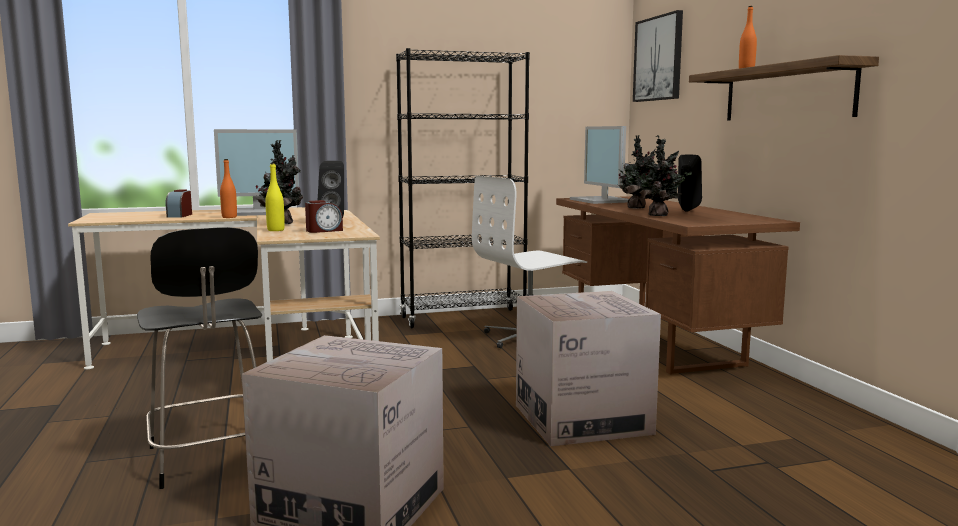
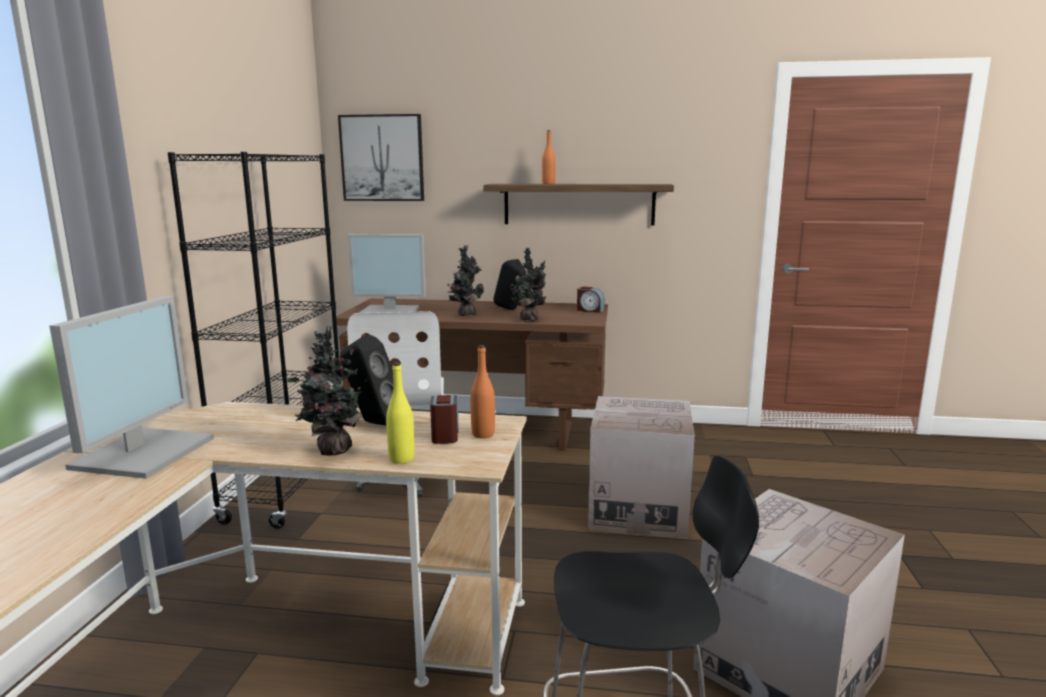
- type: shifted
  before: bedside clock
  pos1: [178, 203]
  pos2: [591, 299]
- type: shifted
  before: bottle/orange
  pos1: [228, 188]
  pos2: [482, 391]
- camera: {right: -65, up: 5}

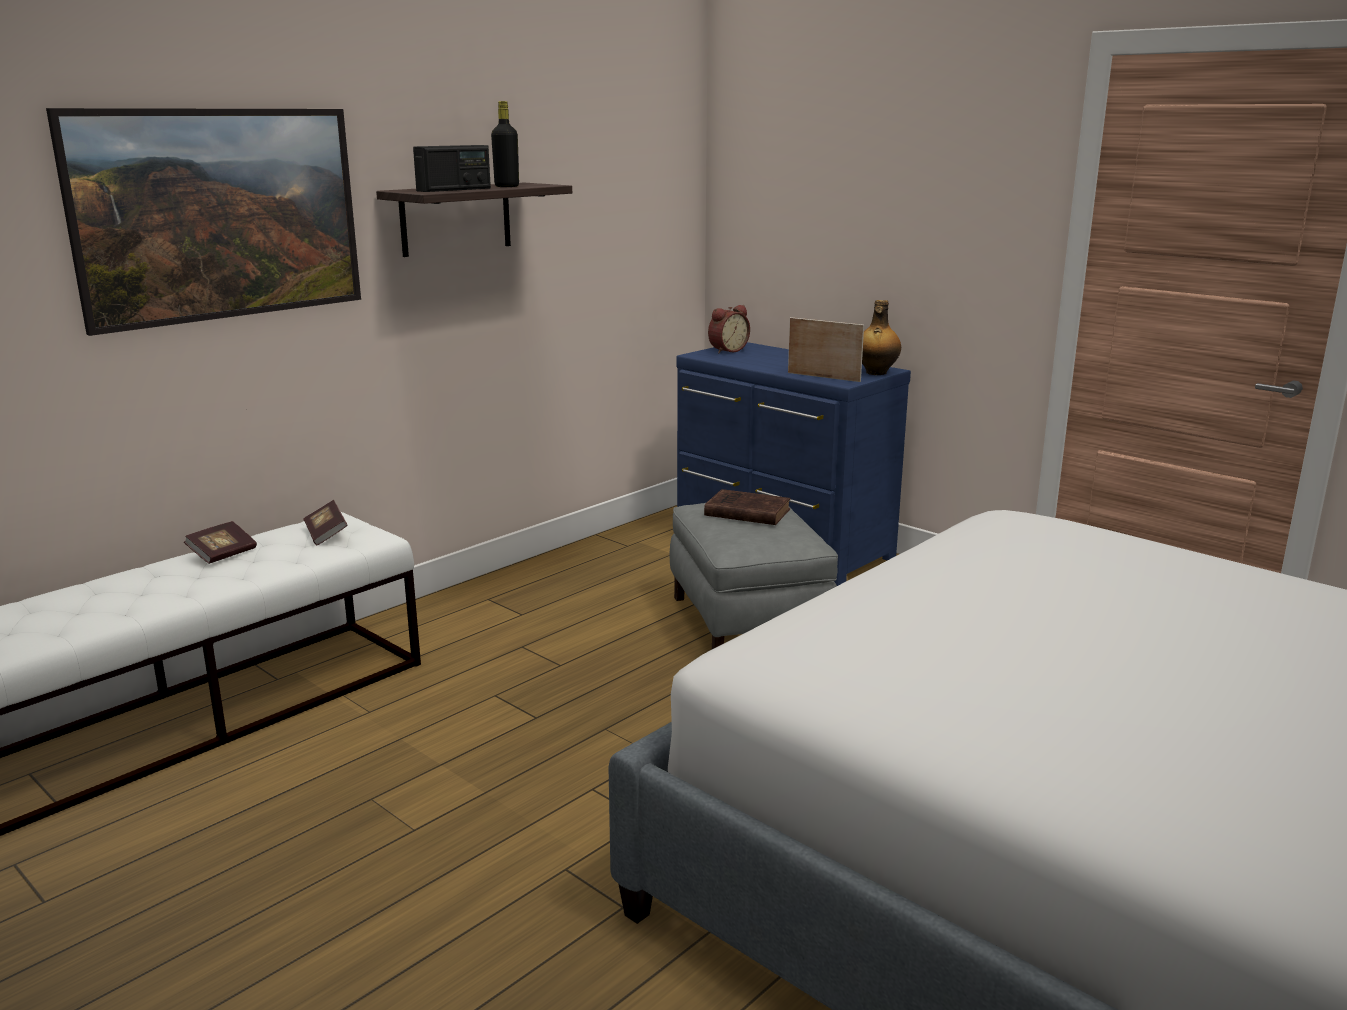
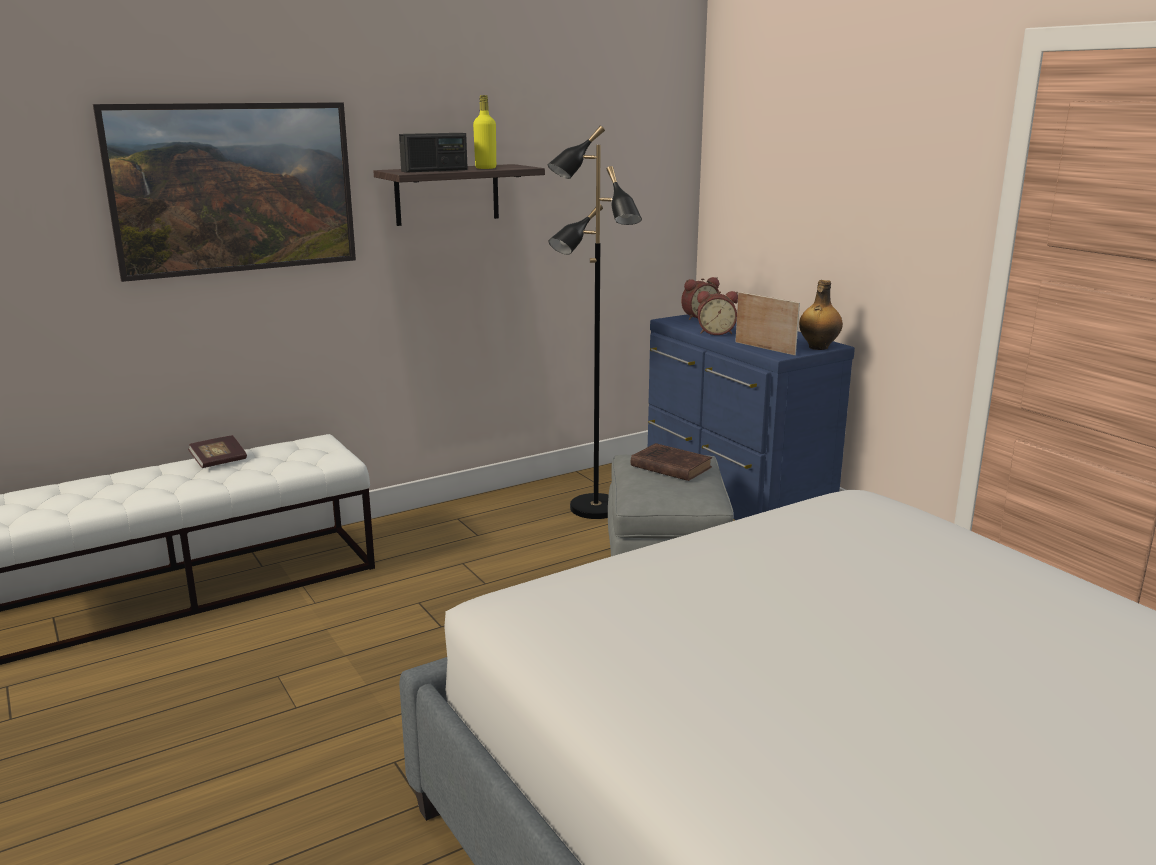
- type: gone
  before: book
  pos1: [325, 522]
- type: repainted
  before: bottle/black-coloured
  after: bottle/yellow
  pos1: [505, 144]
  pos2: [484, 132]
- type: new
  after: standing lamp/black-coloured
  pos2: [595, 322]
- type: new
  after: bedside clock
  pos2: [717, 313]
- camera: {right: 15, up: 0}

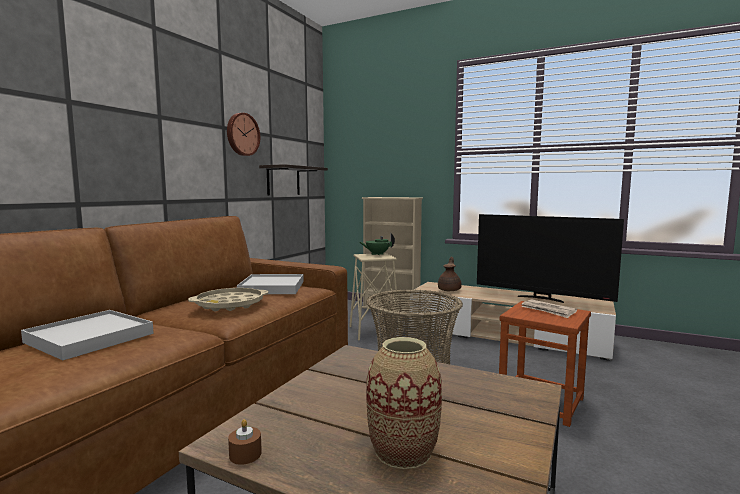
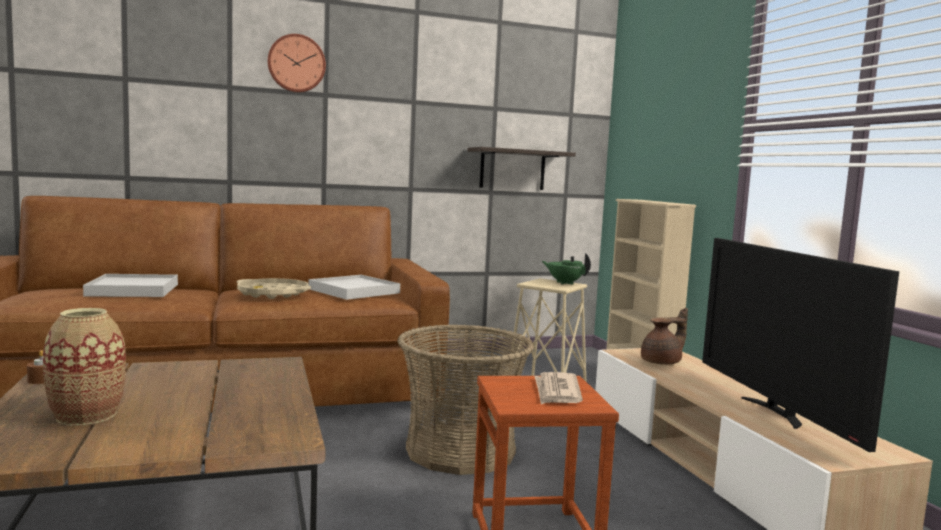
- type: shifted
  before: hanging clock
  pos1: [243, 134]
  pos2: [297, 63]
- camera: {right: 45, up: 0}

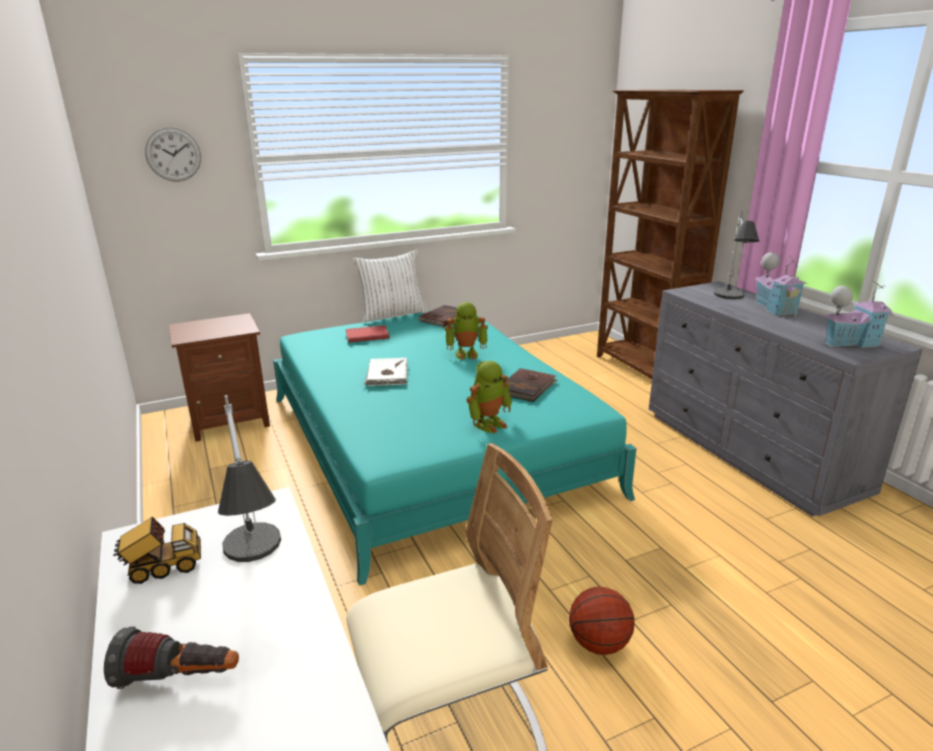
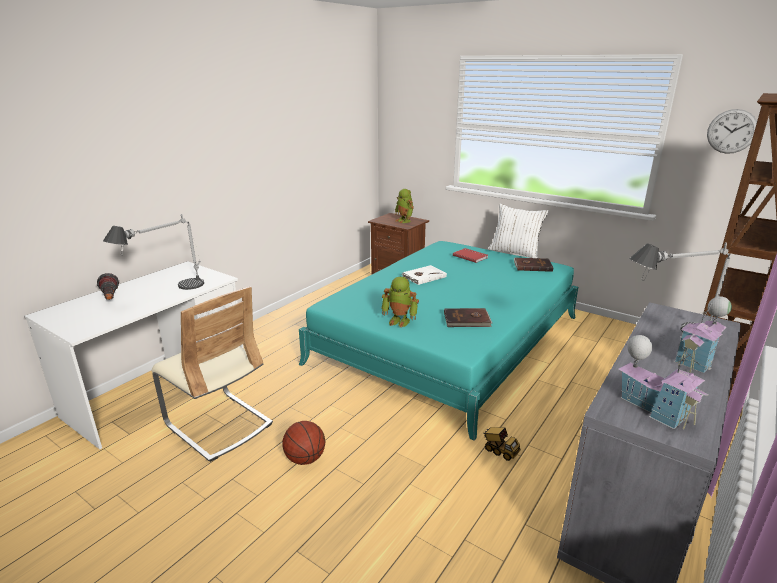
- type: shifted
  before: toy lorry
  pos1: [157, 550]
  pos2: [501, 444]
- type: shifted
  before: hanging clock
  pos1: [173, 154]
  pos2: [732, 131]
- type: shifted
  before: toy robot
  pos1: [466, 331]
  pos2: [404, 206]
- camera: {right: 60, up: 0}

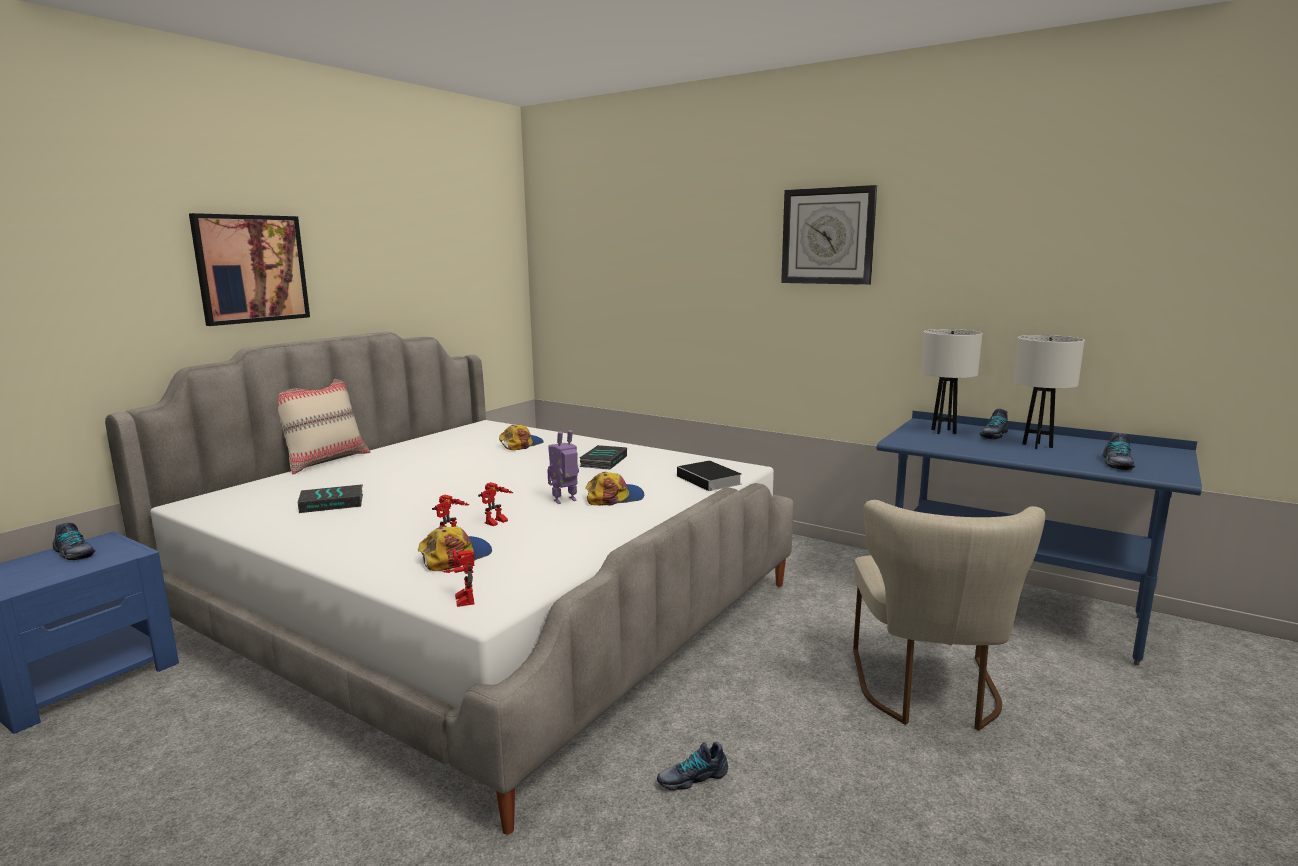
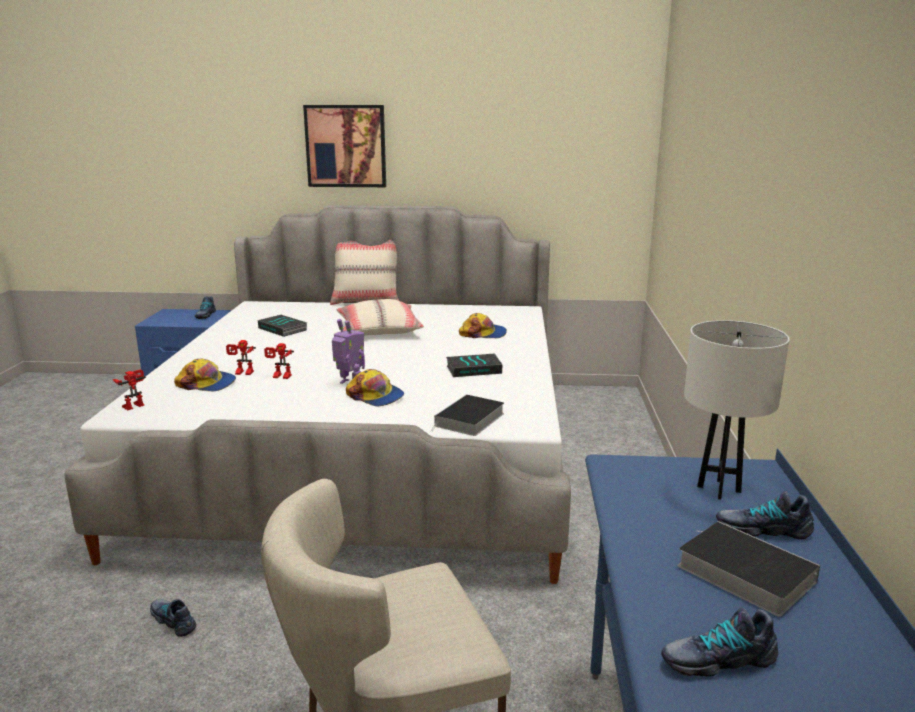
- type: gone
  before: hanging clock
  pos1: [829, 235]
- type: swapped
  before: lamp for a table/white
  after: book
  pos1: [1049, 392]
  pos2: [748, 569]
- type: new
  after: pillow/beige-coloured
  pos2: [380, 317]
- camera: {right: 60, up: 5}

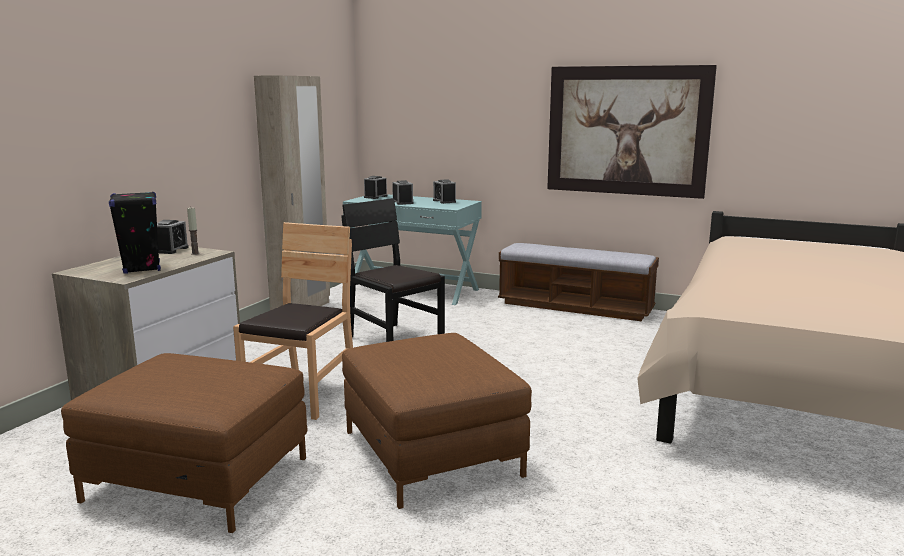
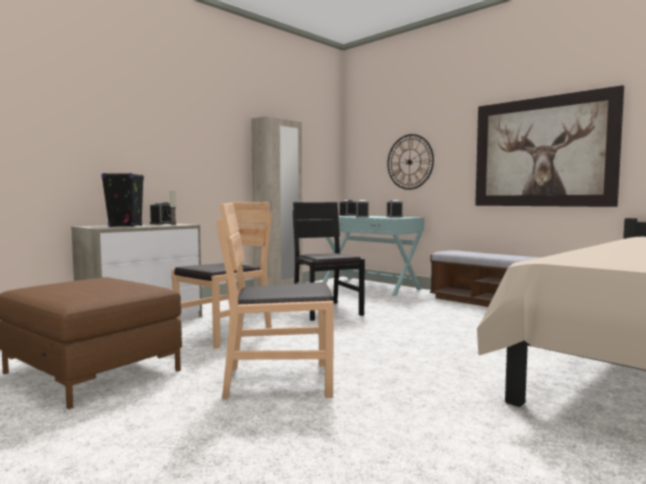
- type: swapped
  before: ottoman/brown-coloured
  after: upright chair/brown-coloured
  pos1: [437, 421]
  pos2: [275, 301]
- type: new
  after: hanging clock
  pos2: [410, 162]
- camera: {right: 20, up: -10}

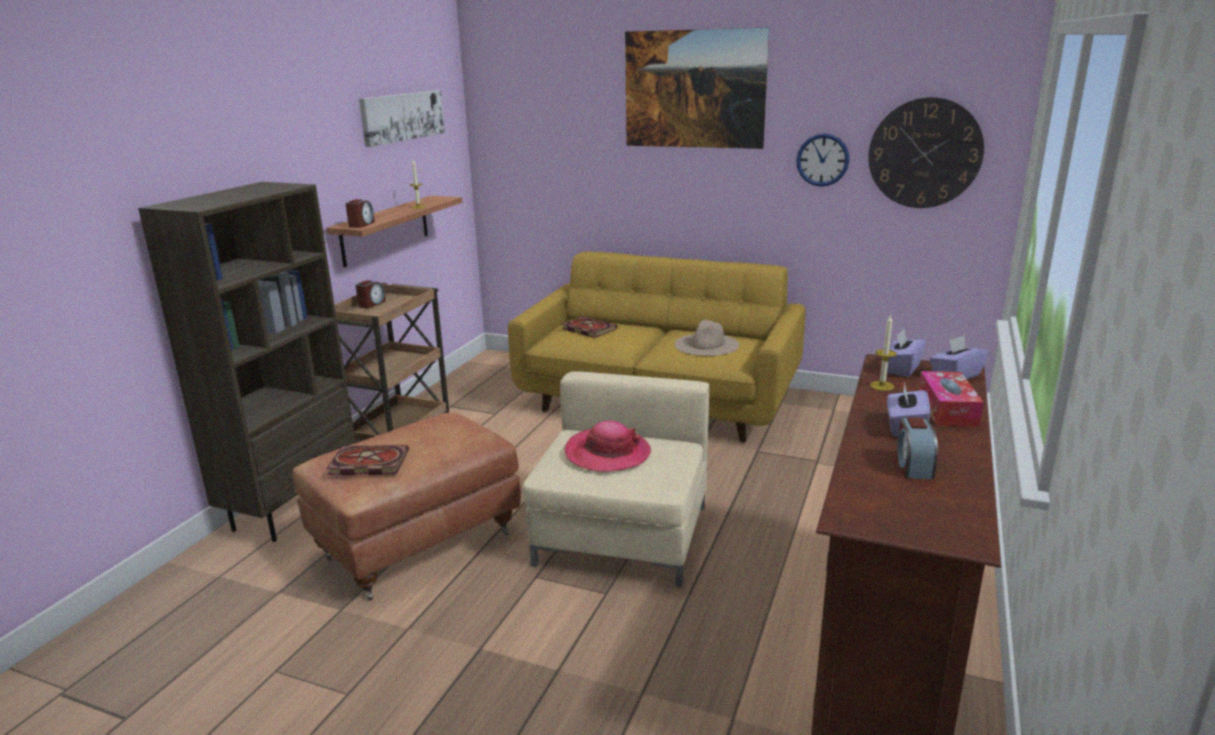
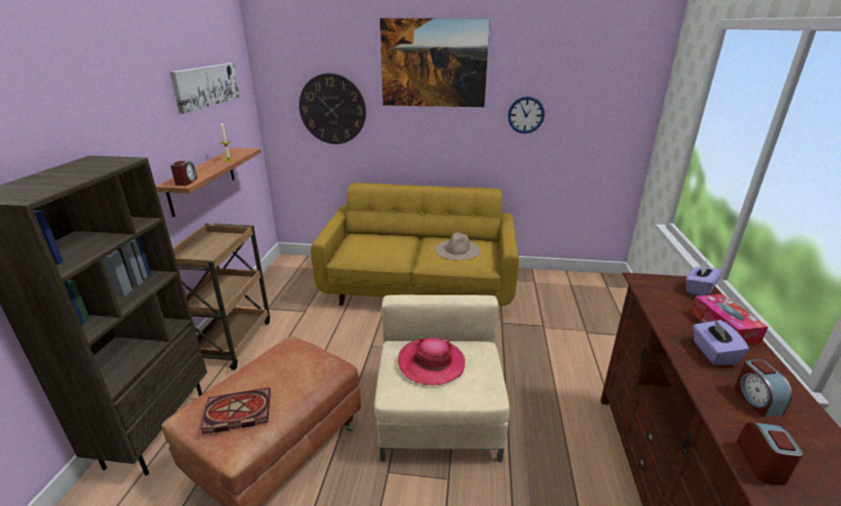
- type: shifted
  before: bedside clock
  pos1: [371, 294]
  pos2: [770, 453]
- type: gone
  before: book
  pos1: [589, 327]
- type: shifted
  before: hanging clock
  pos1: [926, 152]
  pos2: [332, 108]
- type: gone
  before: wax candle
  pos1: [883, 352]
- type: gone
  before: tissue box/purple
  pos1: [903, 353]
- camera: {right: -15, up: 5}

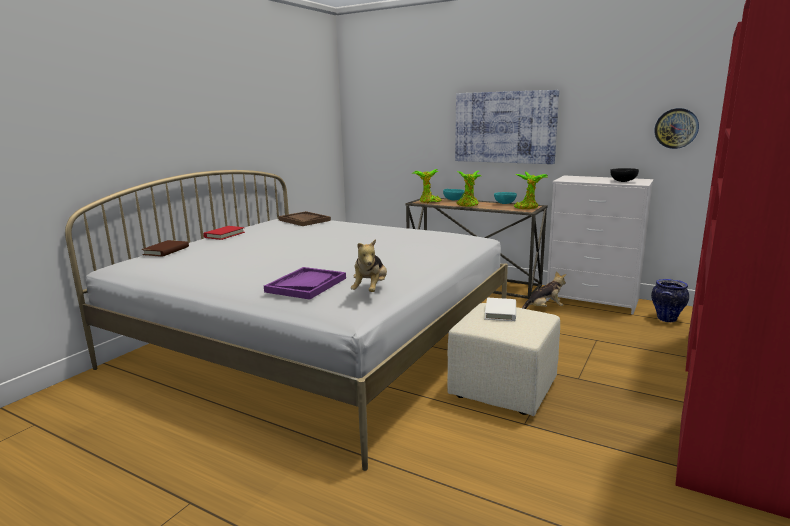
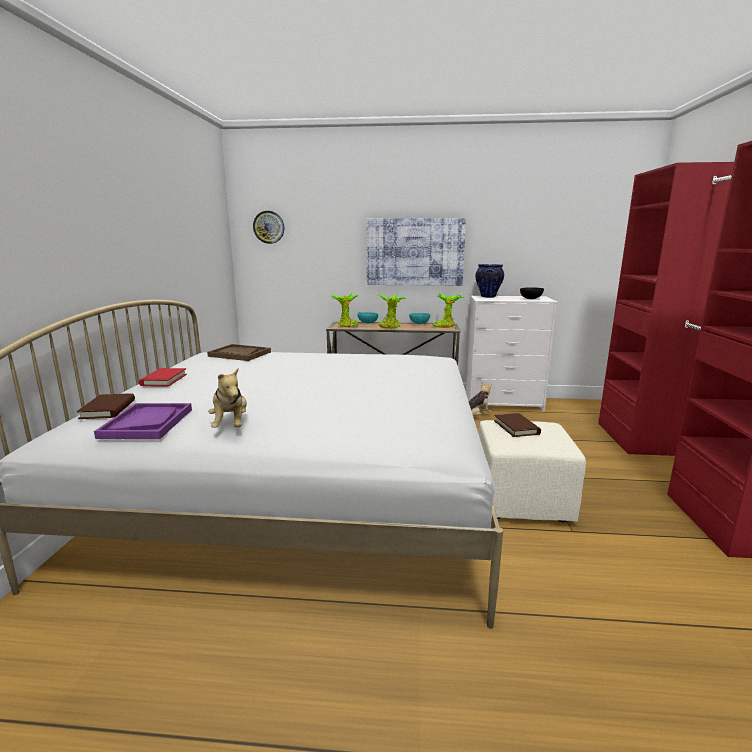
- type: shifted
  before: tray/purple
  pos1: [305, 283]
  pos2: [143, 421]
- type: shifted
  before: cuddly toy
  pos1: [369, 265]
  pos2: [227, 398]
- type: repainted
  before: book/white
  after: book/brown-coloured
  pos1: [500, 309]
  pos2: [517, 425]
- type: shifted
  before: flower vase
  pos1: [670, 300]
  pos2: [489, 281]
- type: shifted
  before: hanging clock
  pos1: [676, 128]
  pos2: [268, 227]
- camera: {right: -25, up: 0}

